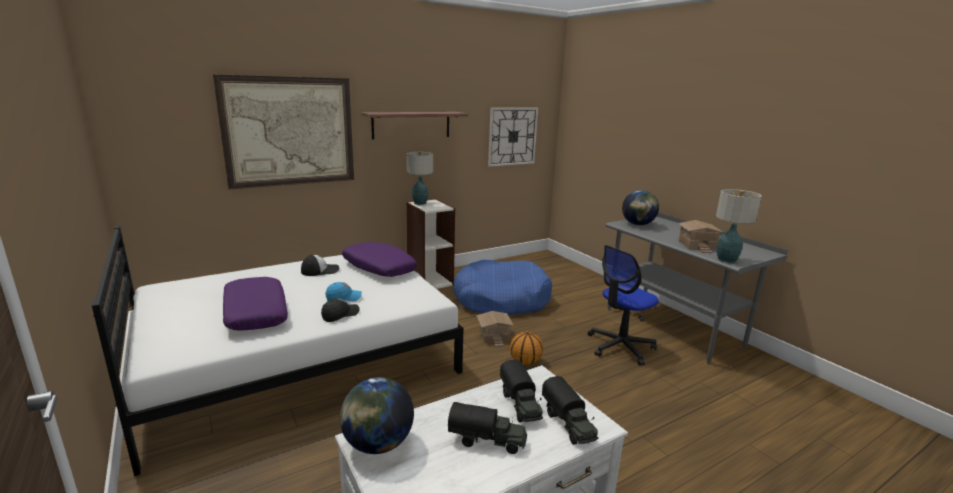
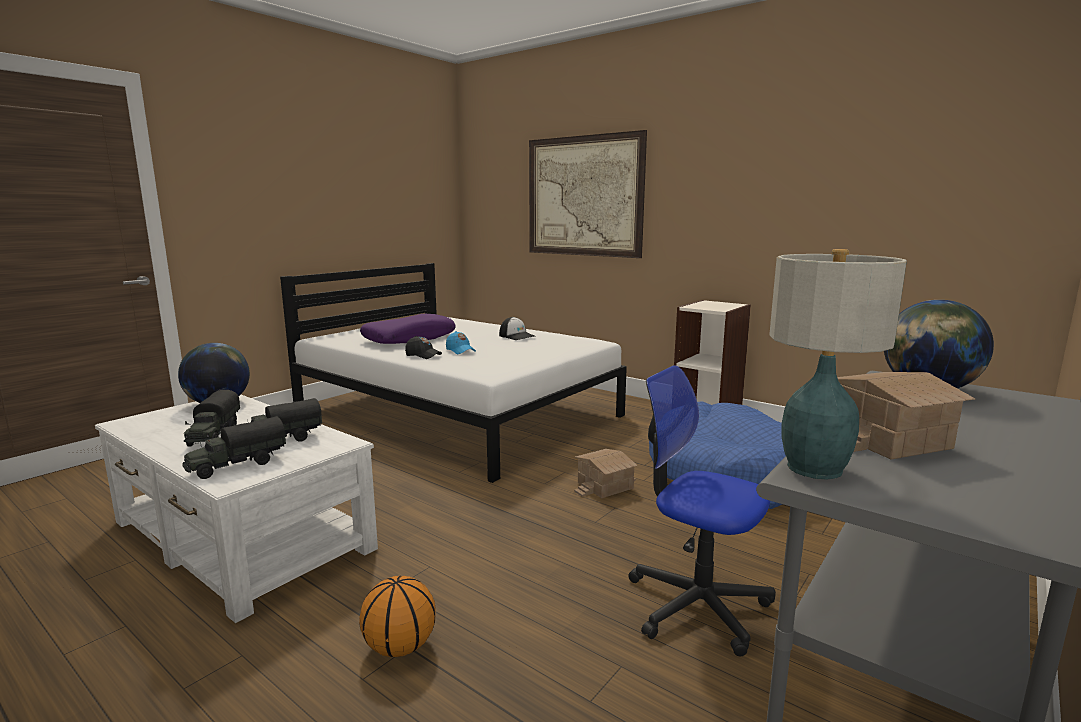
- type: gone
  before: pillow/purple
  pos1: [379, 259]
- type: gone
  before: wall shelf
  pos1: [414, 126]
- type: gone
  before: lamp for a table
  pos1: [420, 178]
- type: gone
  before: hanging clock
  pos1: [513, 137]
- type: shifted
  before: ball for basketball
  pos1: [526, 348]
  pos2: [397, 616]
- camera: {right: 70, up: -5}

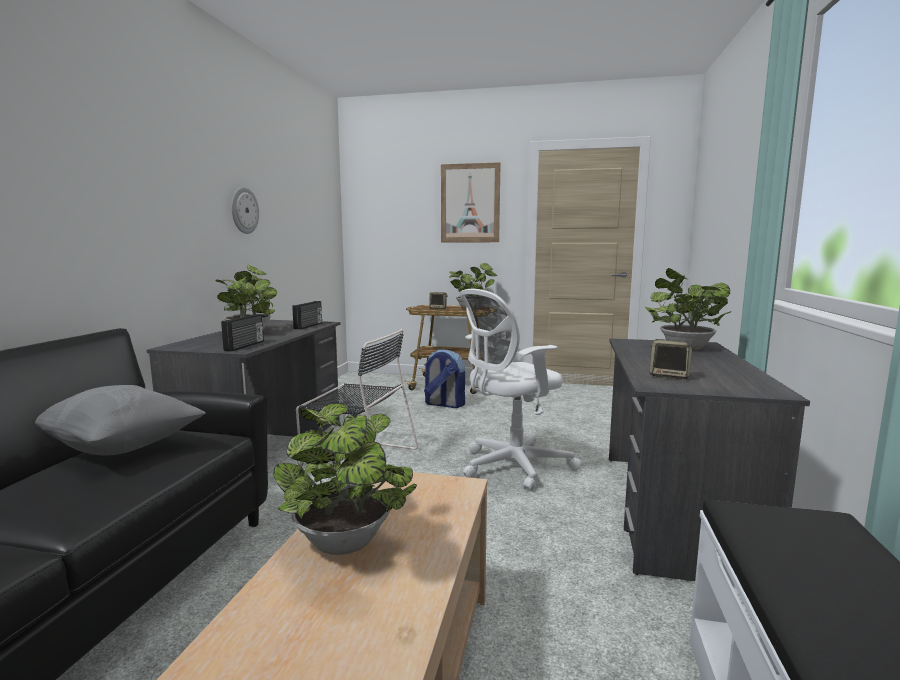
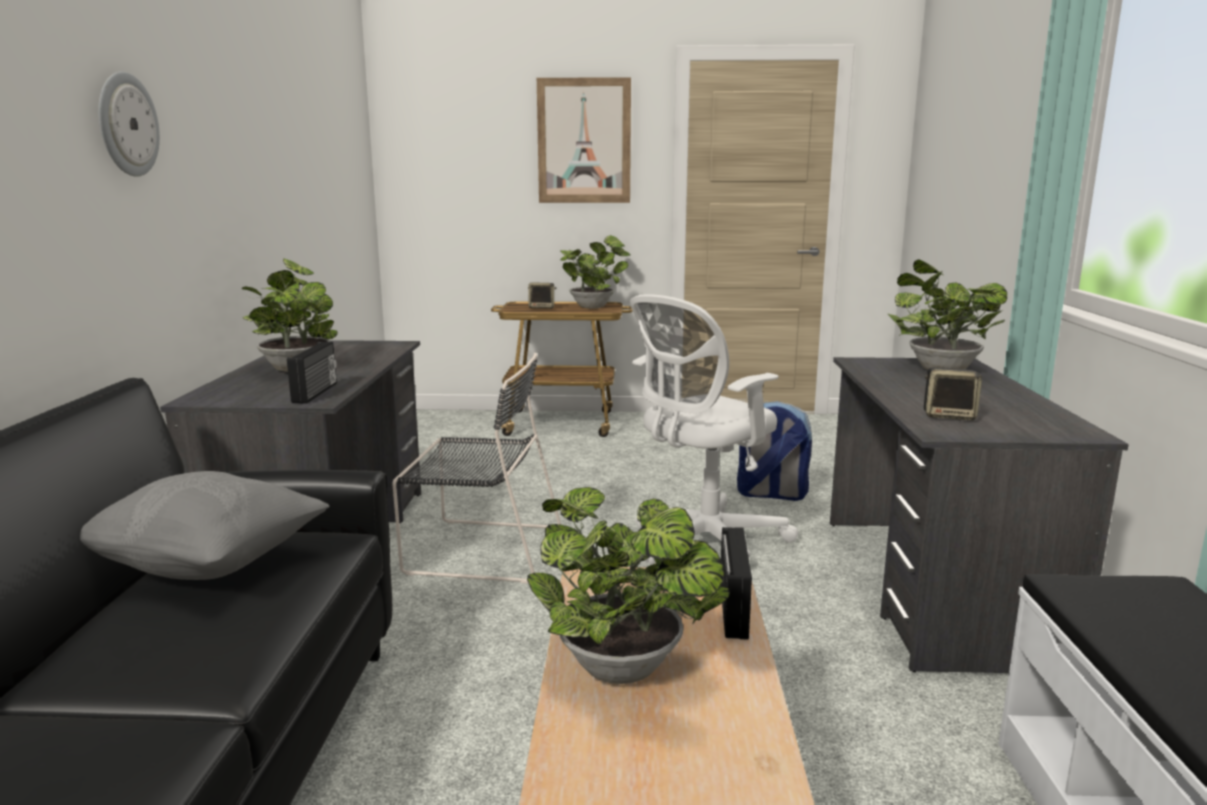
- type: shifted
  before: hanging clock
  pos1: [245, 210]
  pos2: [129, 124]
- type: shifted
  before: radio set
  pos1: [307, 315]
  pos2: [736, 583]
- type: shifted
  before: backpack
  pos1: [444, 378]
  pos2: [774, 451]
- camera: {right: -10, up: 5}

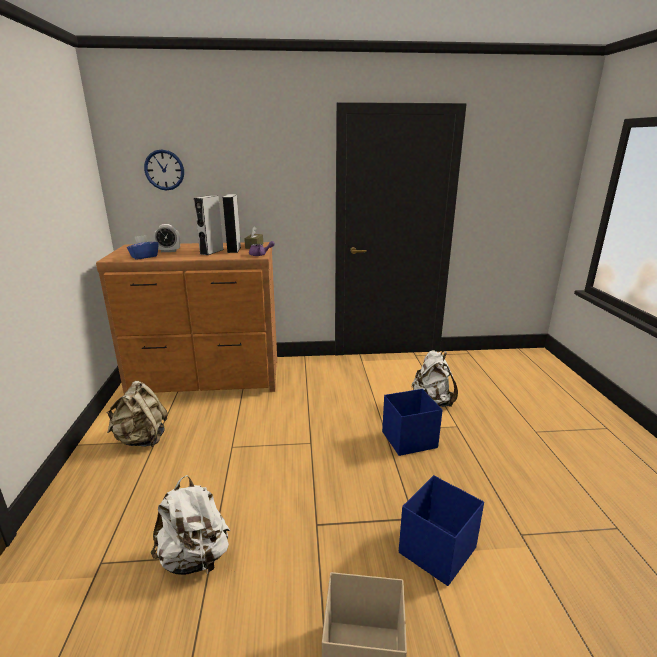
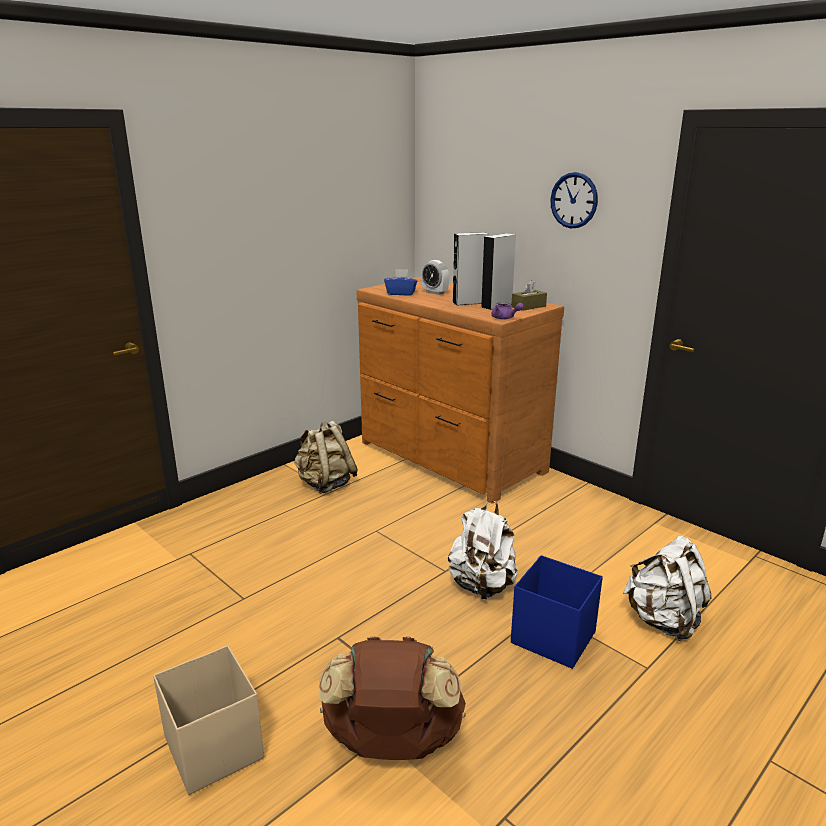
- type: shifted
  before: hanging clock
  pos1: [164, 169]
  pos2: [574, 200]
- type: shifted
  before: backpack/white
  pos1: [190, 525]
  pos2: [483, 550]
- type: swapped
  before: storage box/blue-coloured
  after: backpack/brown-coloured
  pos1: [441, 530]
  pos2: [392, 698]
- camera: {right: 50, up: 0}

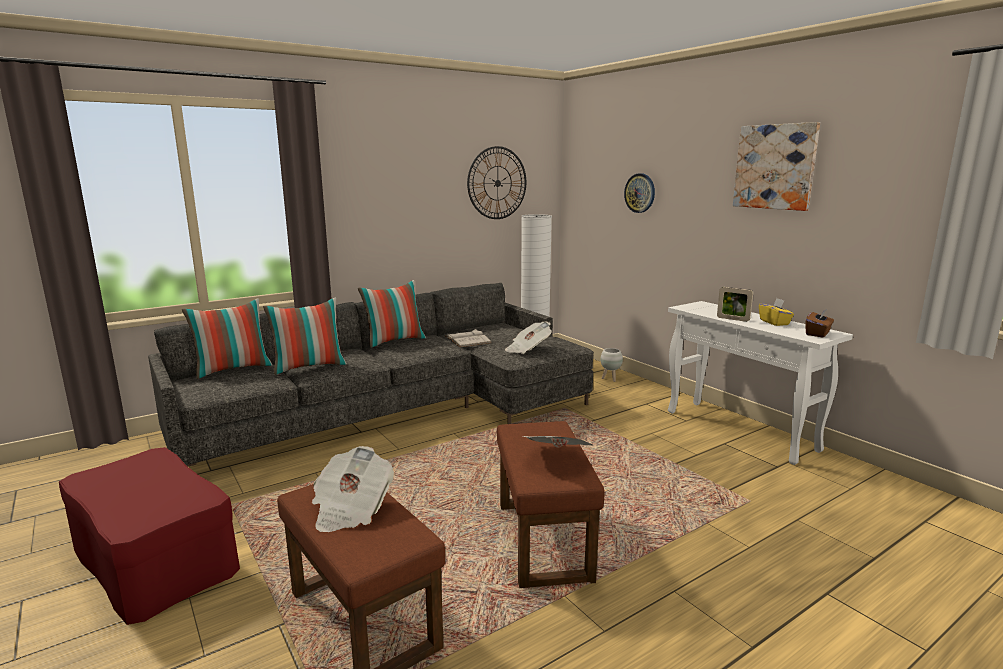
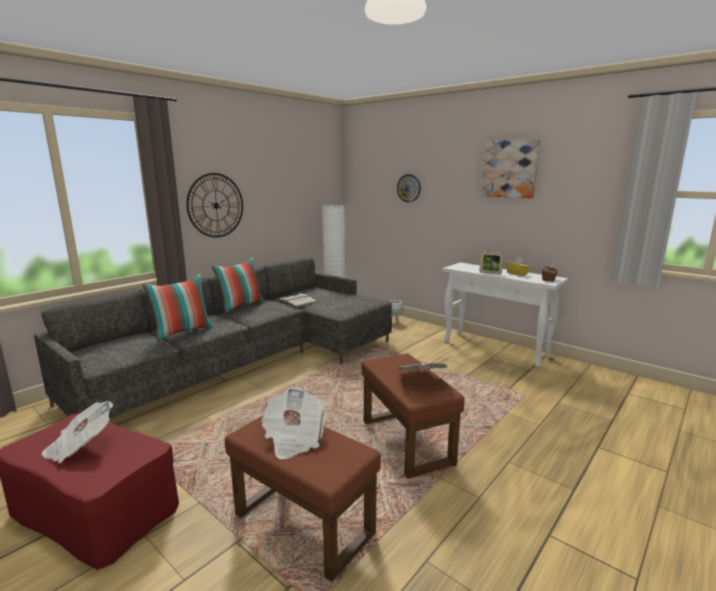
- type: gone
  before: pillow
  pos1: [227, 338]
- type: shifted
  before: hanging clock
  pos1: [496, 182]
  pos2: [214, 205]
- type: shifted
  before: newspaper
  pos1: [528, 338]
  pos2: [77, 432]
- camera: {right: -15, up: 0}

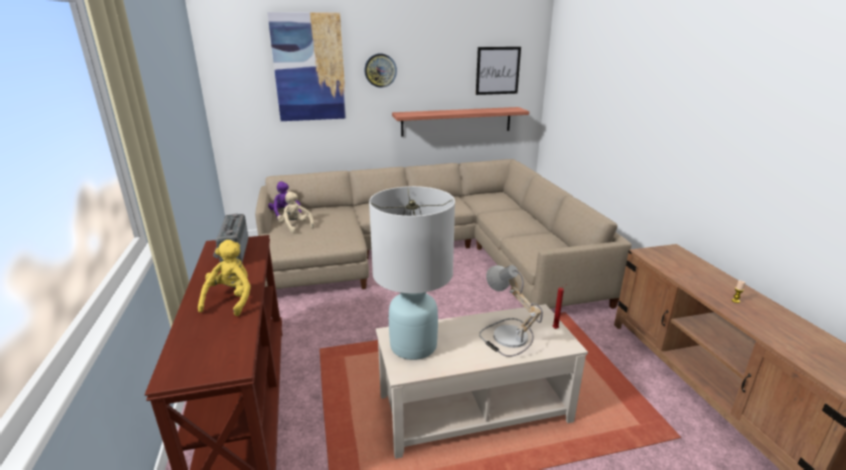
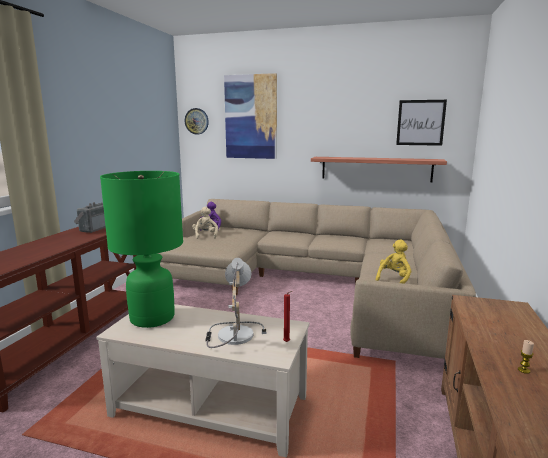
- type: shifted
  before: cuddly toy/yellow
  pos1: [224, 278]
  pos2: [393, 261]
- type: shifted
  before: hanging clock
  pos1: [381, 70]
  pos2: [197, 121]
- type: repainted
  before: lamp for a table/white
  after: lamp for a table/green-coloured
  pos1: [412, 273]
  pos2: [141, 249]
- camera: {right: 30, up: -10}

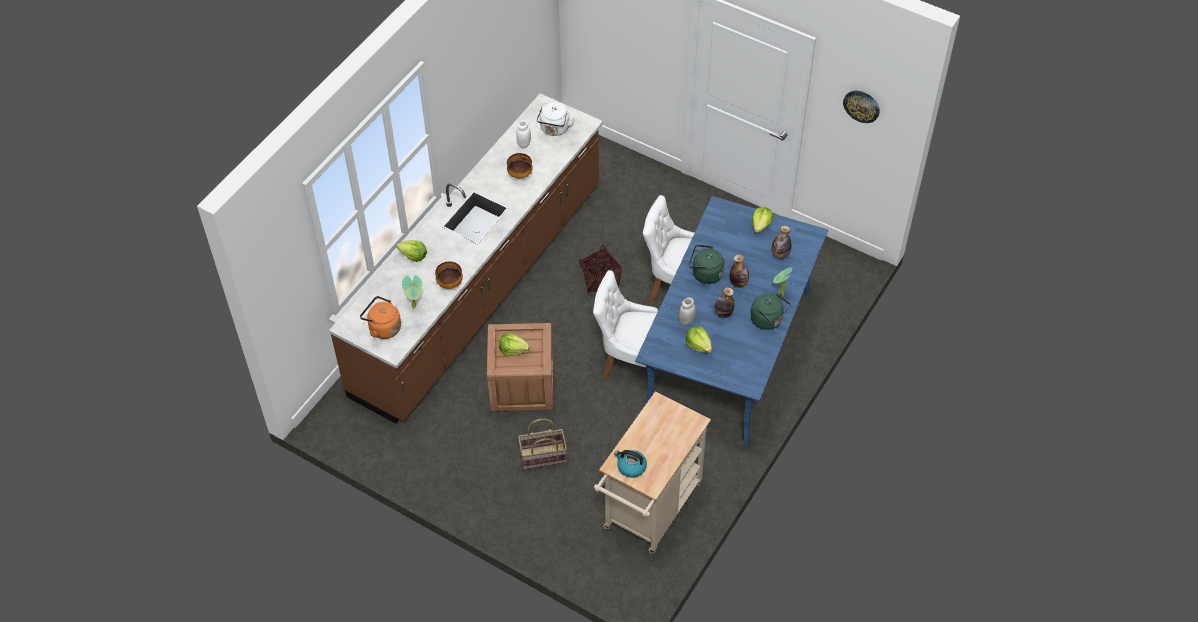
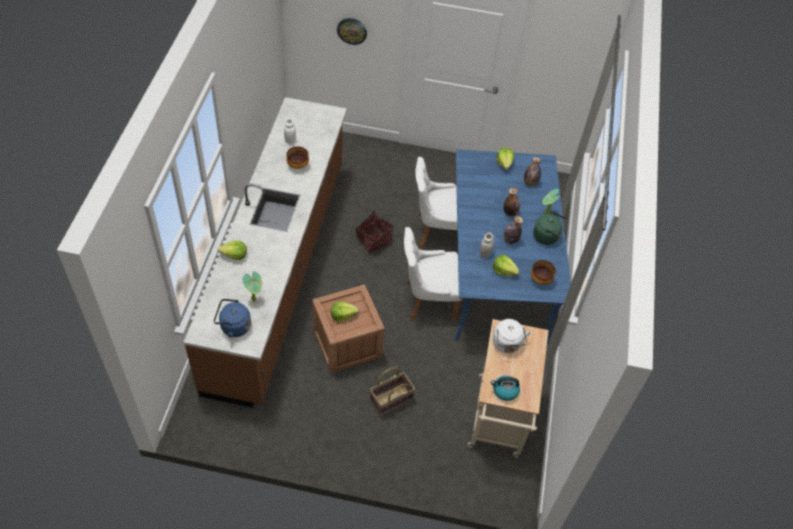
- type: repainted
  before: water kettle/orange
  after: water kettle/blue-coloured
  pos1: [380, 317]
  pos2: [232, 318]
- type: shifted
  before: deep dish
  pos1: [449, 275]
  pos2: [543, 272]
- type: shifted
  before: water kettle/white
  pos1: [556, 119]
  pos2: [511, 336]
- type: gone
  before: water kettle/green-coloured
  pos1: [706, 264]
- type: shifted
  before: hanging clock
  pos1: [861, 107]
  pos2: [352, 31]
- camera: {right: -25, up: 0}

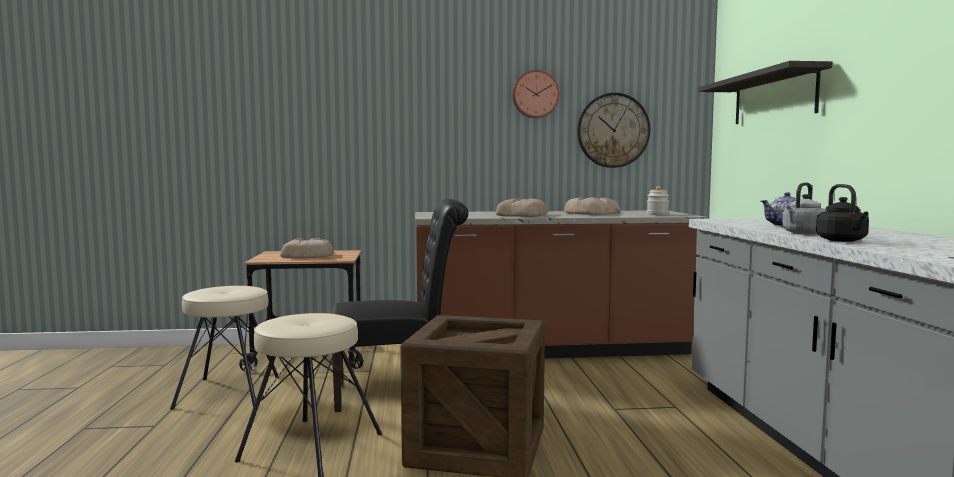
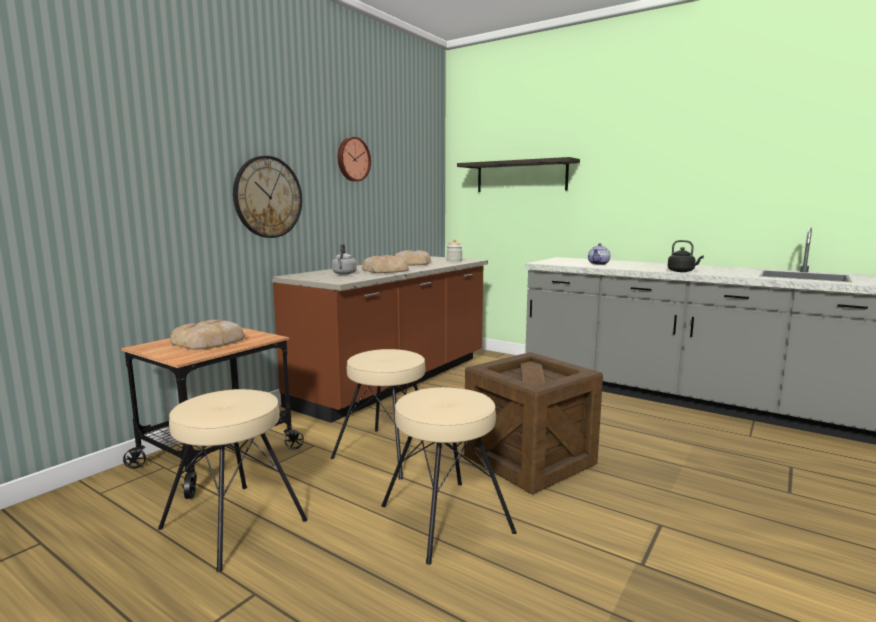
- type: swapped
  before: upright chair/black-coloured
  after: stool seat/beige-coloured
  pos1: [400, 305]
  pos2: [386, 414]
- type: shifted
  before: hanging clock
  pos1: [613, 130]
  pos2: [267, 197]
- type: shifted
  before: water kettle/greyish
  pos1: [804, 208]
  pos2: [344, 259]
- camera: {right: -50, up: 5}

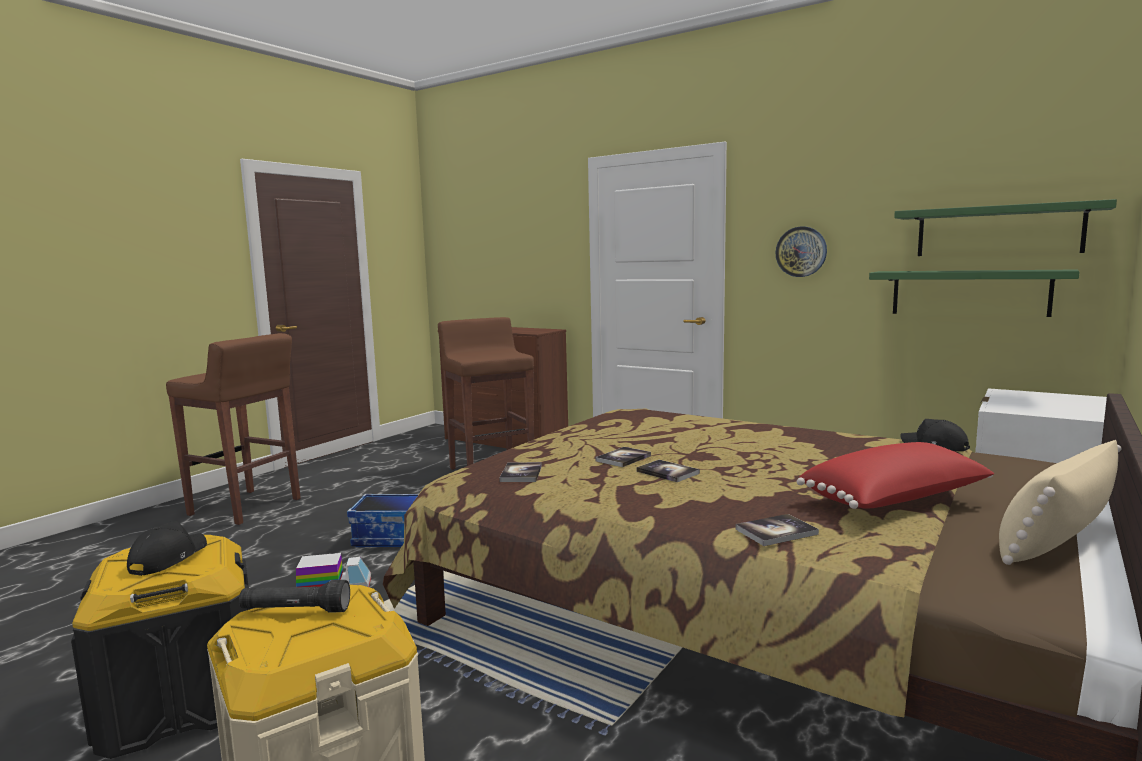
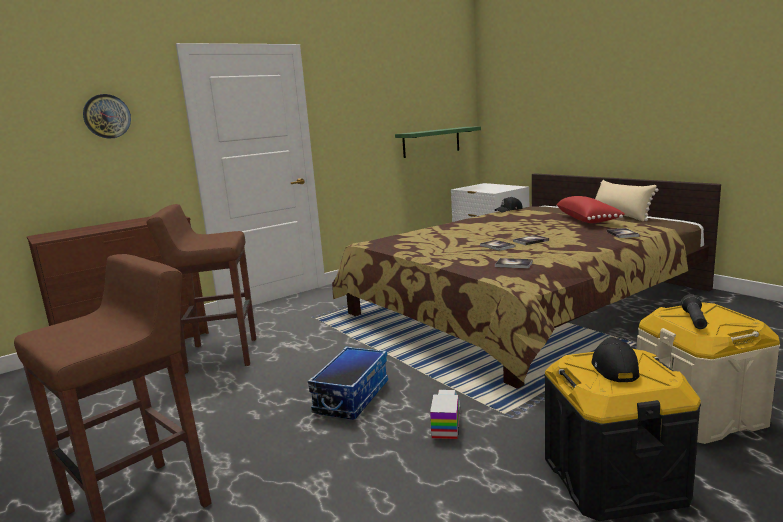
- type: rotated
  before: baseball cap/black-coloured
  pos1: [167, 548]
  pos2: [615, 359]
  turn: 60
- type: shifted
  before: hanging clock
  pos1: [801, 251]
  pos2: [107, 116]
- type: gone
  before: wall shelf/green-coloured
  pos1: [1005, 227]
- camera: {right: -70, up: 5}

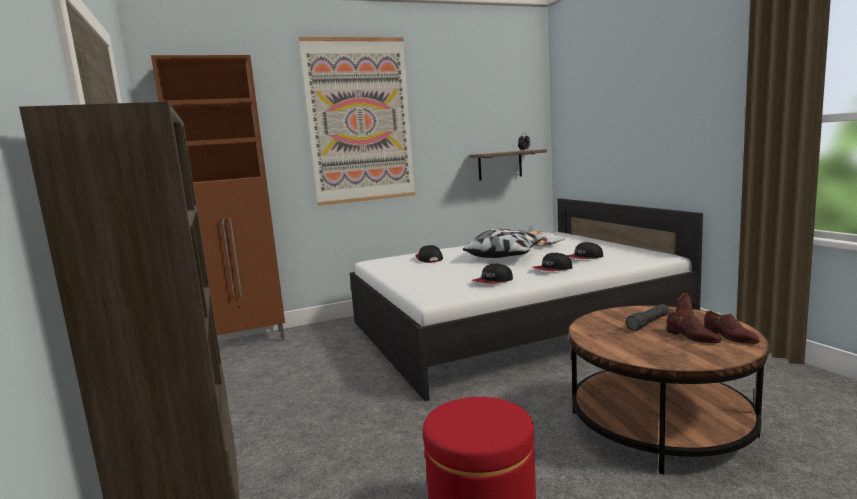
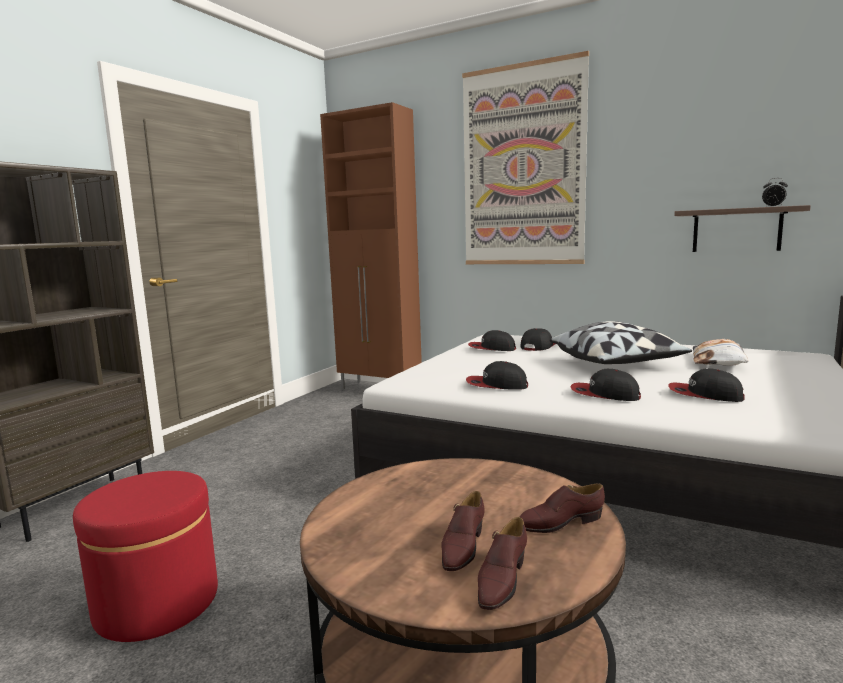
- type: gone
  before: hand torch/black-coloured
  pos1: [647, 317]
- type: new
  after: baseball cap
  pos2: [492, 340]
- camera: {right: 50, up: 0}

